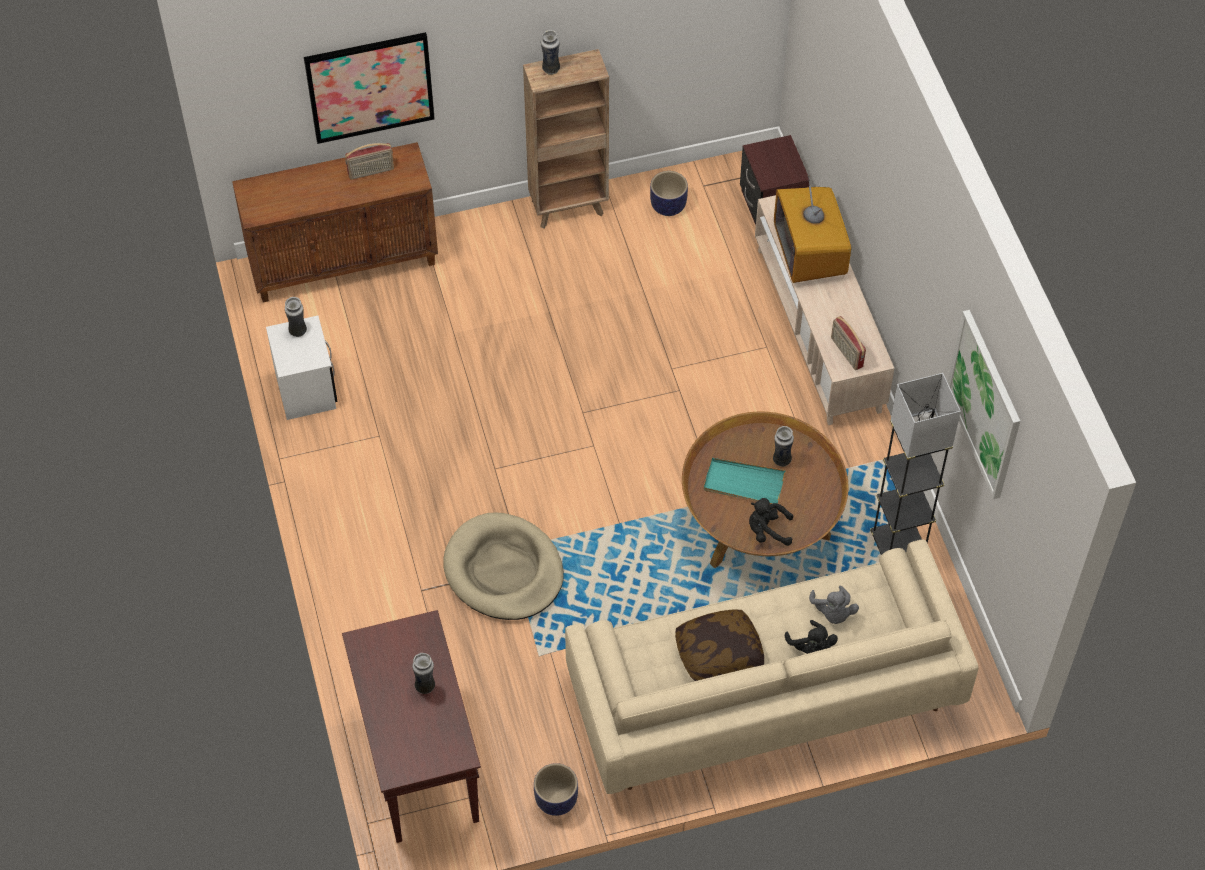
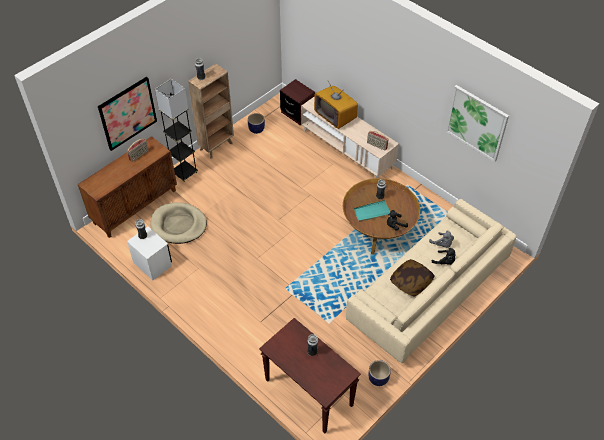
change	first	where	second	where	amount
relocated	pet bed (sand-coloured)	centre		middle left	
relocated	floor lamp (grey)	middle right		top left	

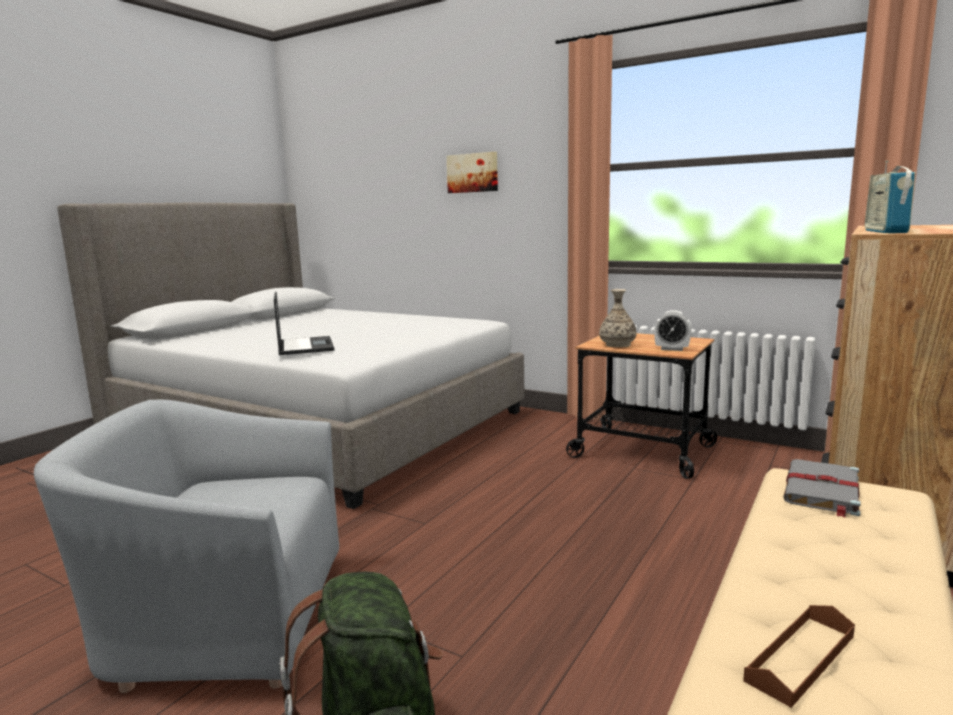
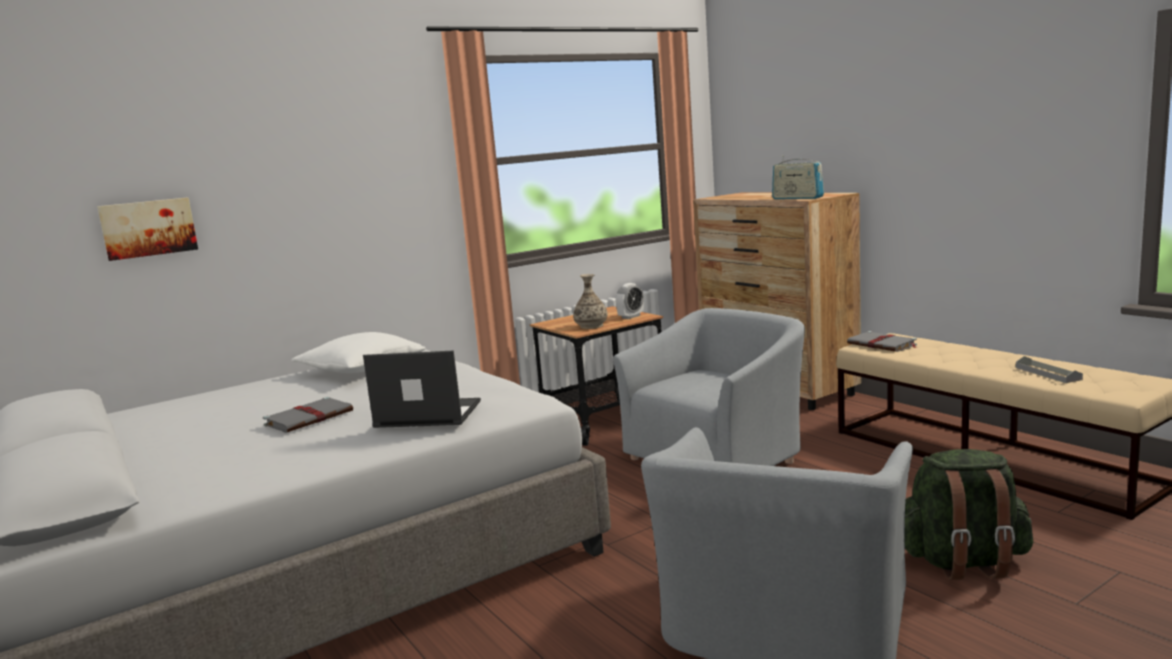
change	first	where	second	where	amount
relocated	picture	top centre		middle left	
colour	serving tray (brown)	bottom right	serving tray (grey)	middle right	
appeared			bound book (grey) (no. 1 from left)	middle left	
appeared			cushion (whitish)	middle left	
appeared			lounge chair (grey) (no. 1 from left)	centre	

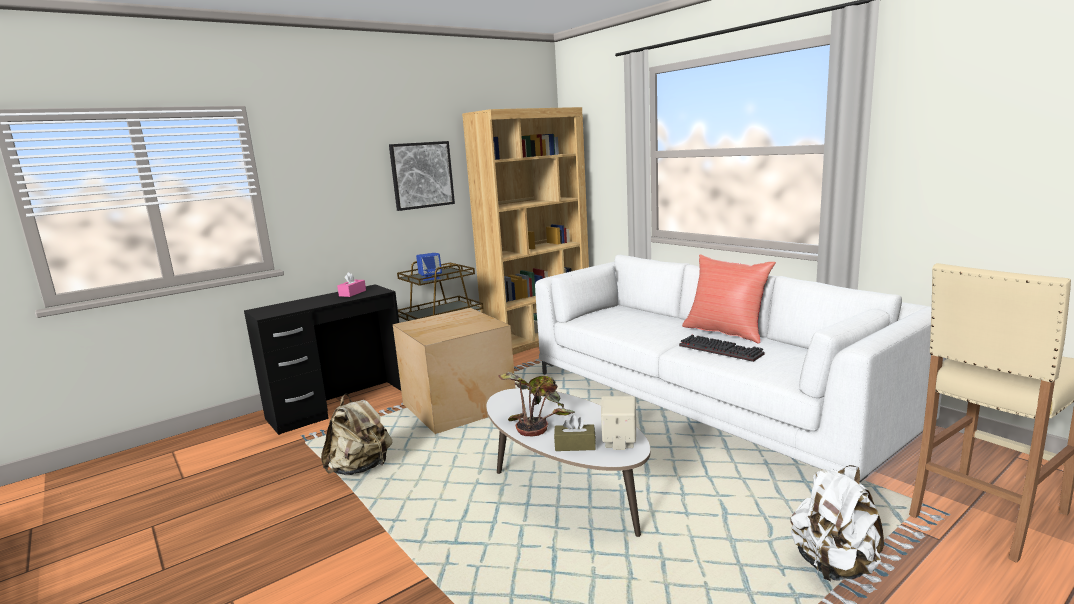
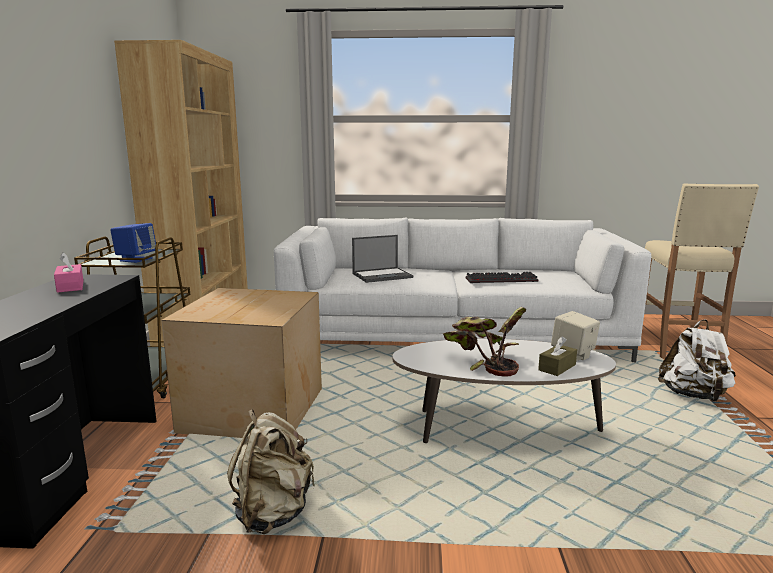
change	first	where	second	where	amount
missing	picture	top centre			
missing	cushion (red)	middle right			
appeared			laptop	centre	

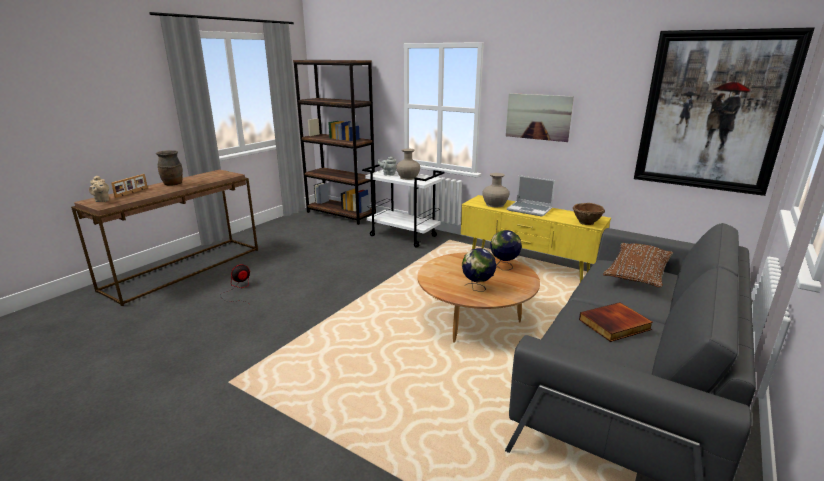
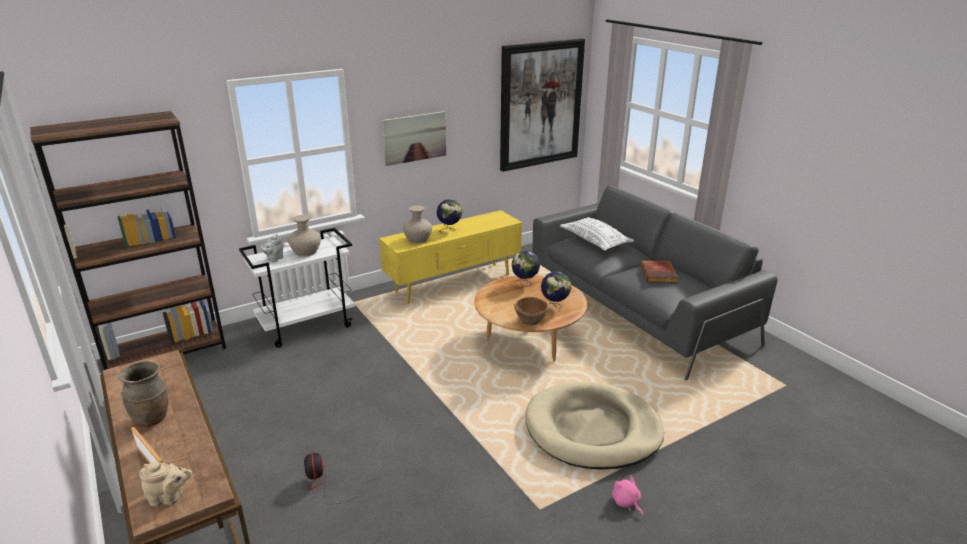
change	first	where	second	where	amount
exchanged	laptop	centre	globe (no. 1 from left)	centre	
relocated	serving bowl (brown)	middle right		centre	
colour	cushion (brown)	middle right	cushion (whitish)	centre	
appeared			pet bed (sand-coloured)	bottom centre	
appeared			plush toy (pinkish)	bottom centre	

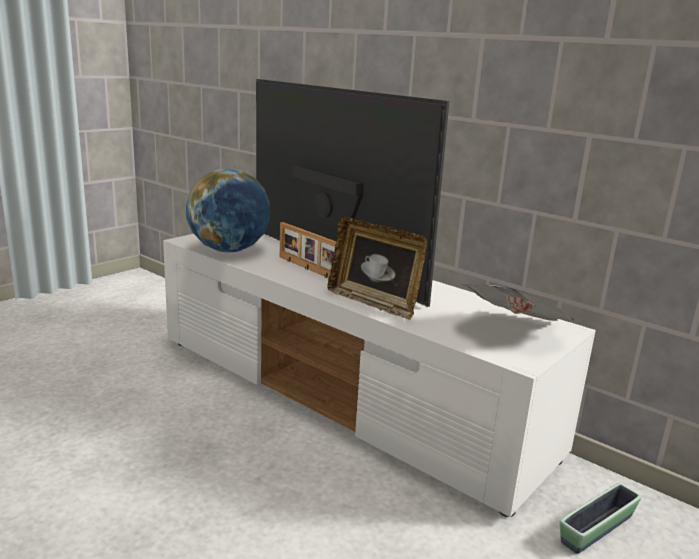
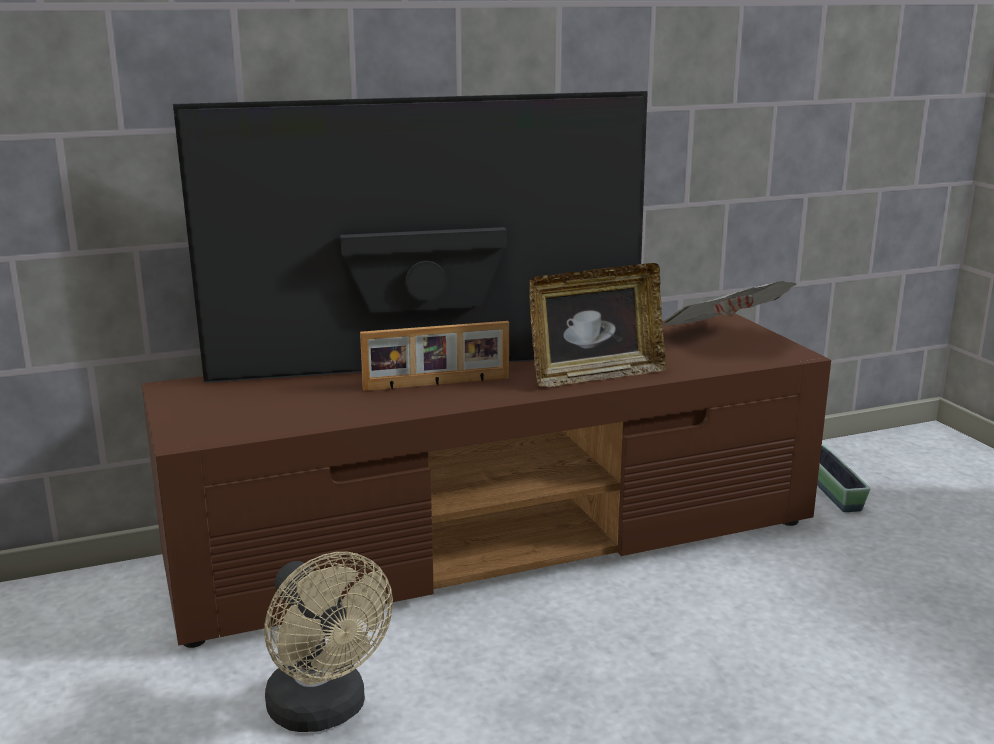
change	first	where	second	where	amount
colour	tv unit (whitish)	bottom centre	tv unit (brown)	centre	
missing	globe	middle left			
appeared			fan (sand-coloured)	bottom left	

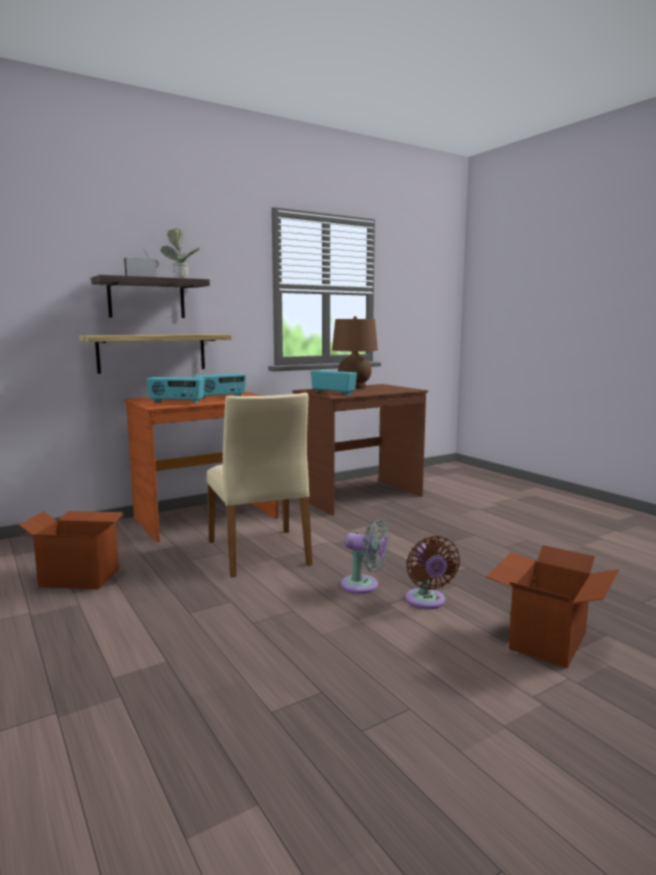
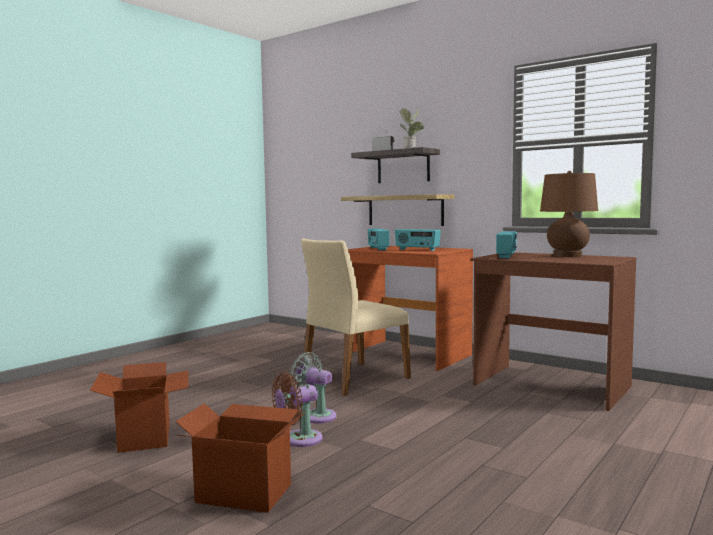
change	first	where	second	where	amount
relocated	carton (no. 1 from left)	middle left		bottom left	
spun	fan (grey)	centre		bottom centre	120 degrees clockwise

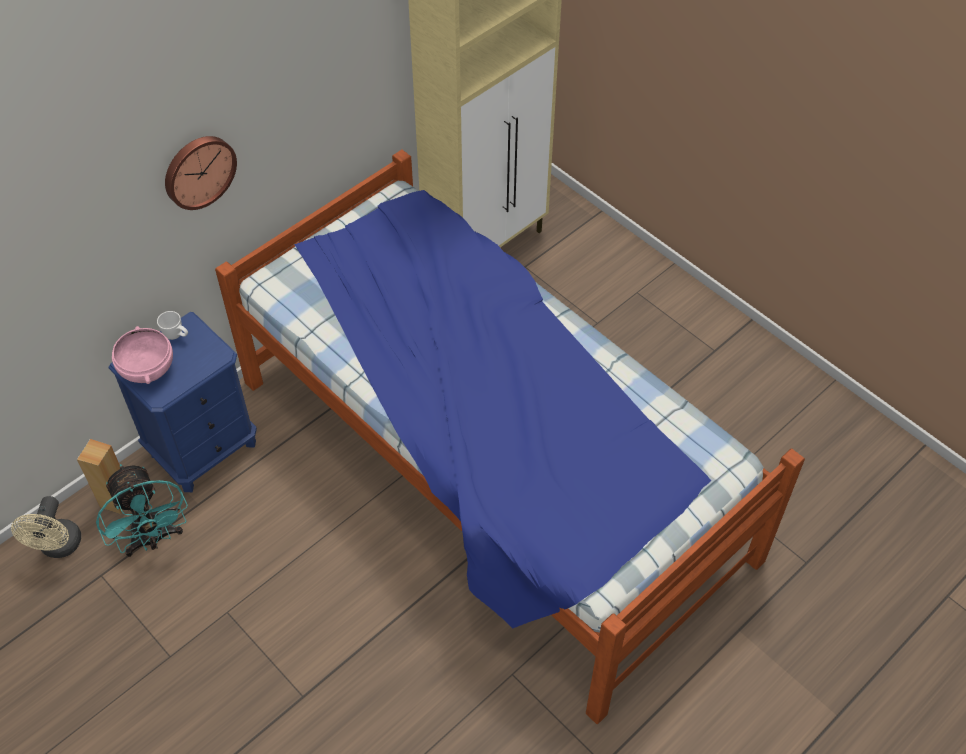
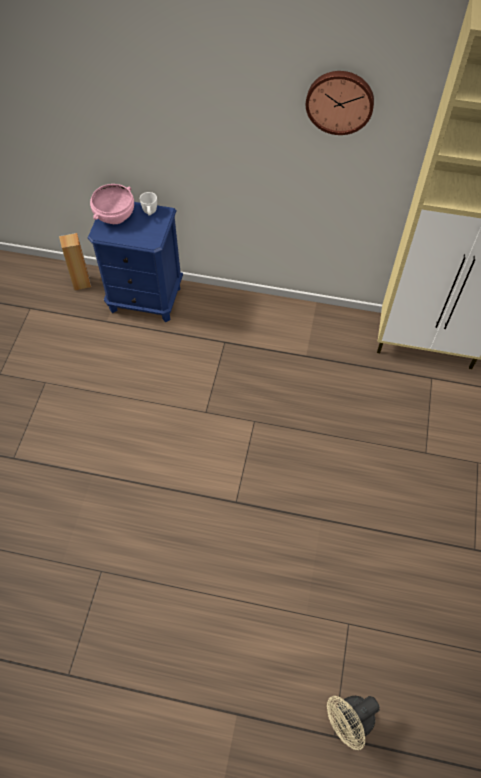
change	first	where	second	where	amount
relocated	fan (sand-coloured)	bottom left		bottom right	
missing	fan (turquoise-coloured)	bottom left			
relocated	clock on the wall	top left		top right	
missing	bedroom bed	centre			

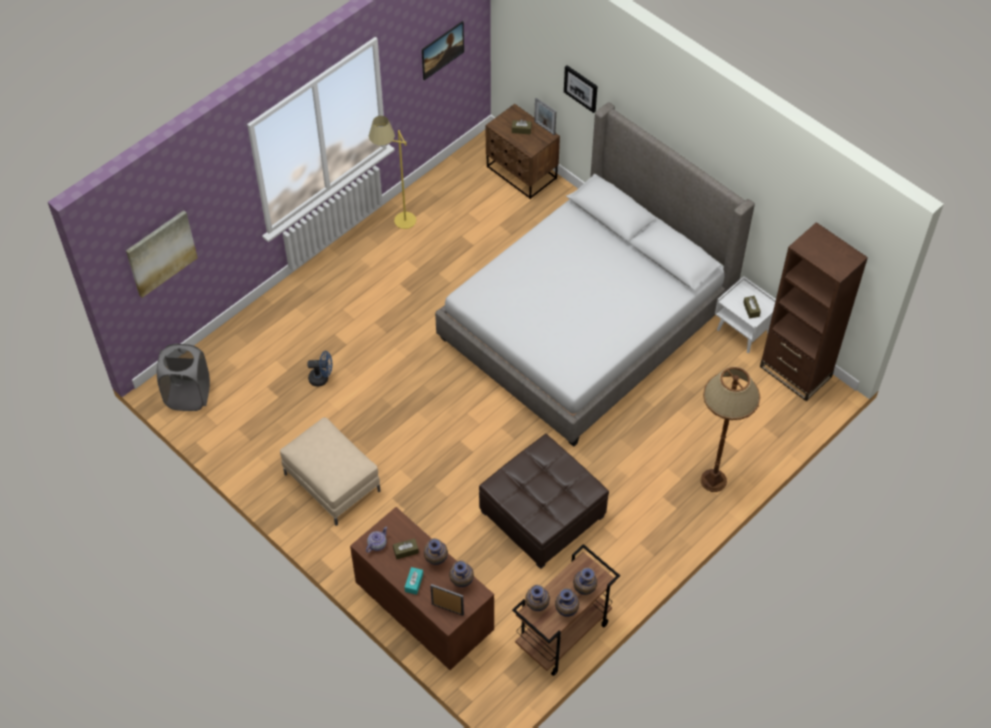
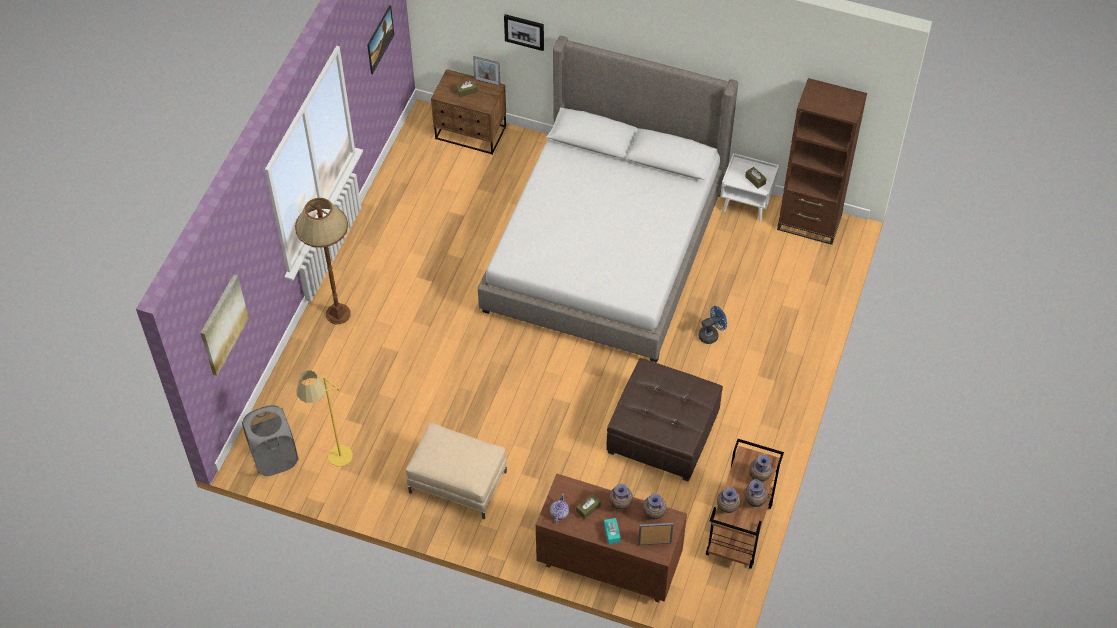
change	first	where	second	where	amount
relocated	fan (blue-coloured)	middle left		centre	
relocated	floor lamp (yellow-coloured)	top centre		bottom left	
relocated	floor lamp (brown)	middle right		middle left	

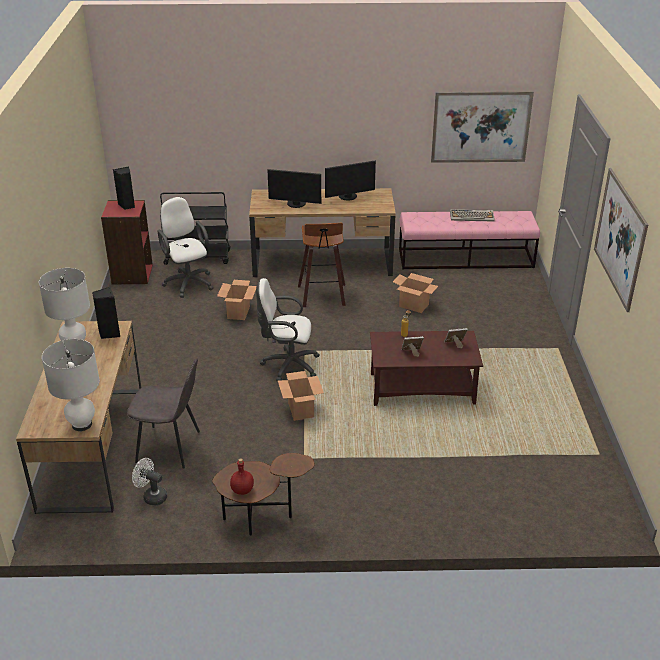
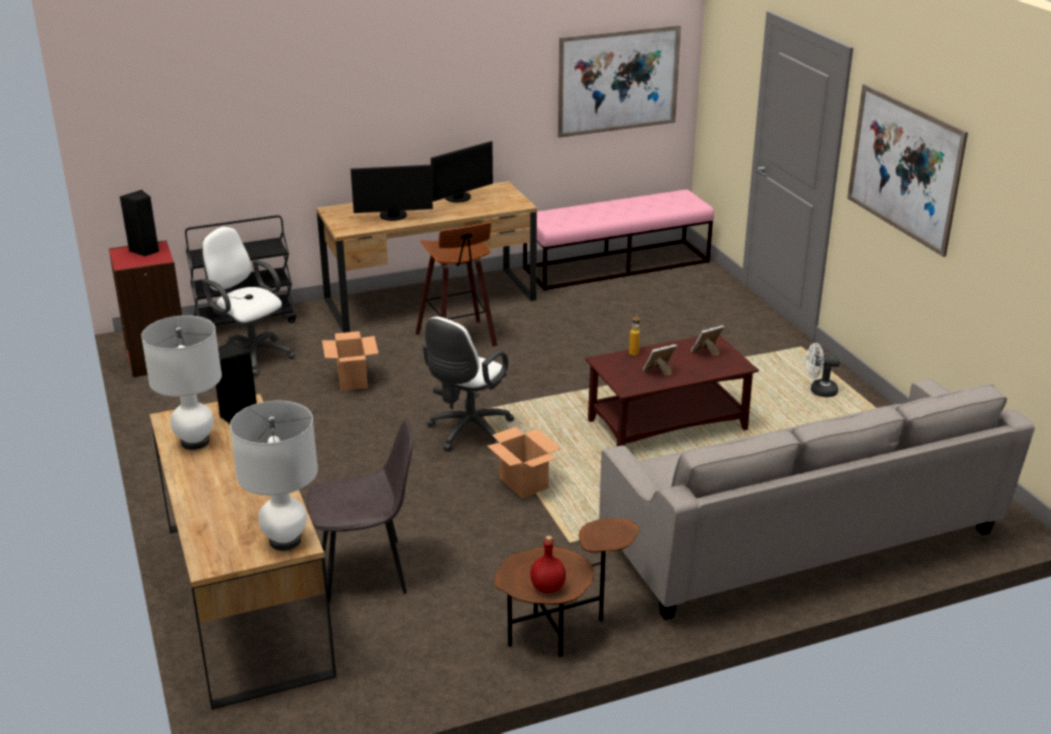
change	first	where	second	where	amount
relocated	fan (whitish)	bottom left		middle right	
spun	computer chair (whitish) (no. 2 from left)	centre		centre	45 degrees counterclockwise
missing	carton (no. 3 from left)	centre			
missing	PC keyboard	top right			
appeared			settee (grey)	bottom right	

